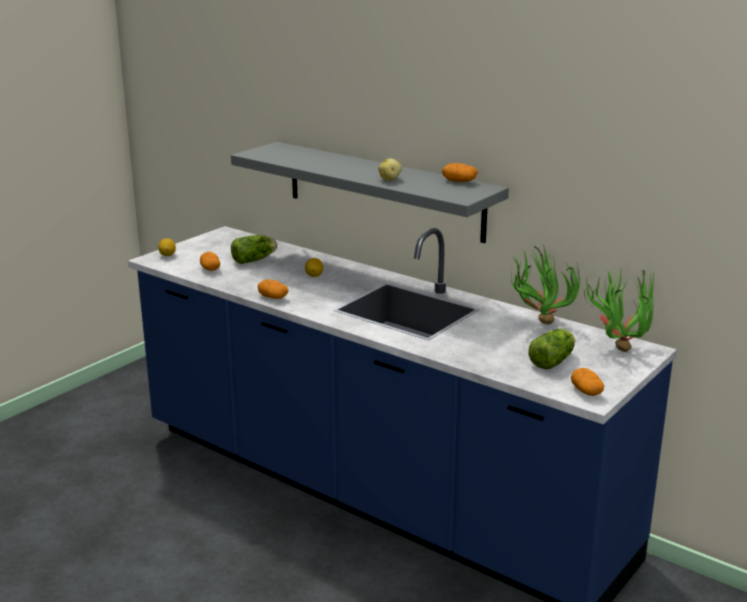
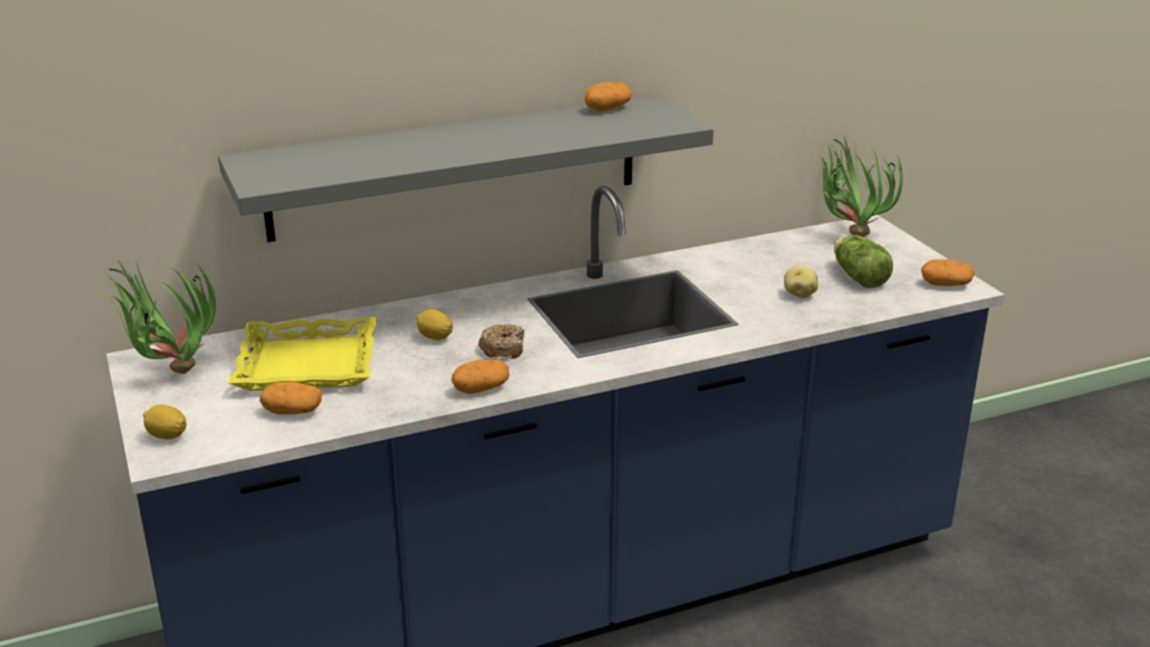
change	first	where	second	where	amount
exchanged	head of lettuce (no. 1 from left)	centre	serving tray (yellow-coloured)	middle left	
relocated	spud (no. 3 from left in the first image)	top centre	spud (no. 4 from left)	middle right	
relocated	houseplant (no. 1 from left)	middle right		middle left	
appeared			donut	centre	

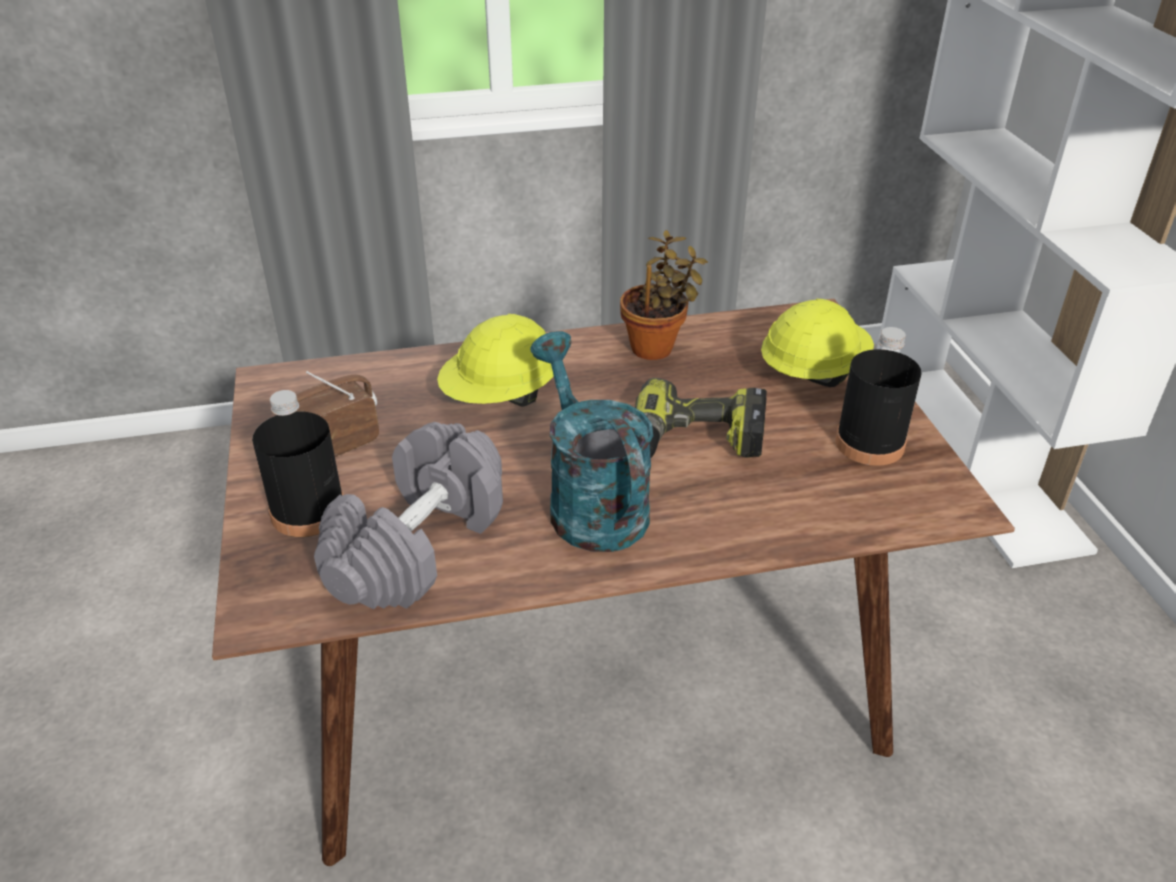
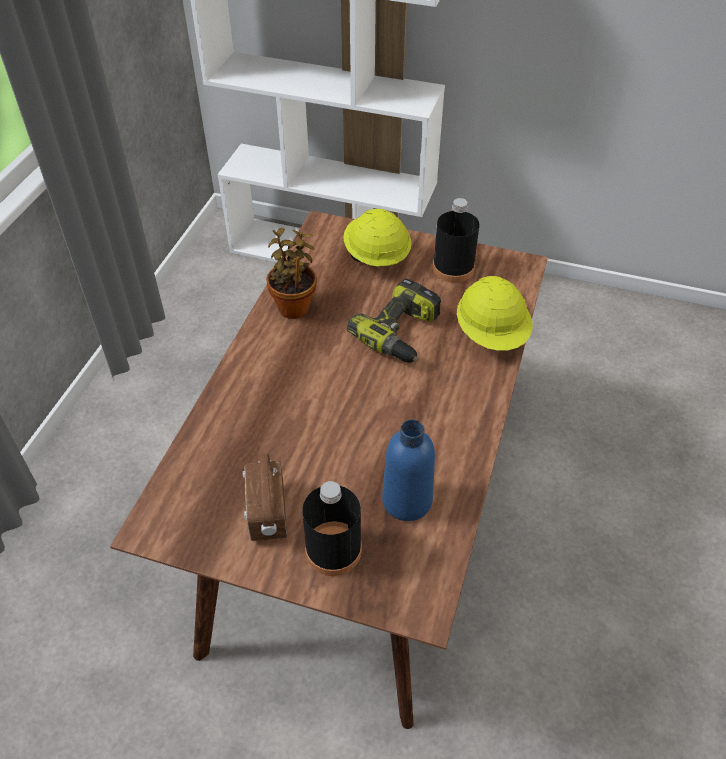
change	first	where	second	where	amount
exchanged	hand weight (grey)	centre	beverage bottle (blue-coloured)	centre	
relocated	hard hat (yellow-coloured) (no. 1 from left in the first image)	centre	hard hat (yellow-coloured) (no. 2 from left)	middle right	
missing	watering can (turquoise-coloured)	centre			

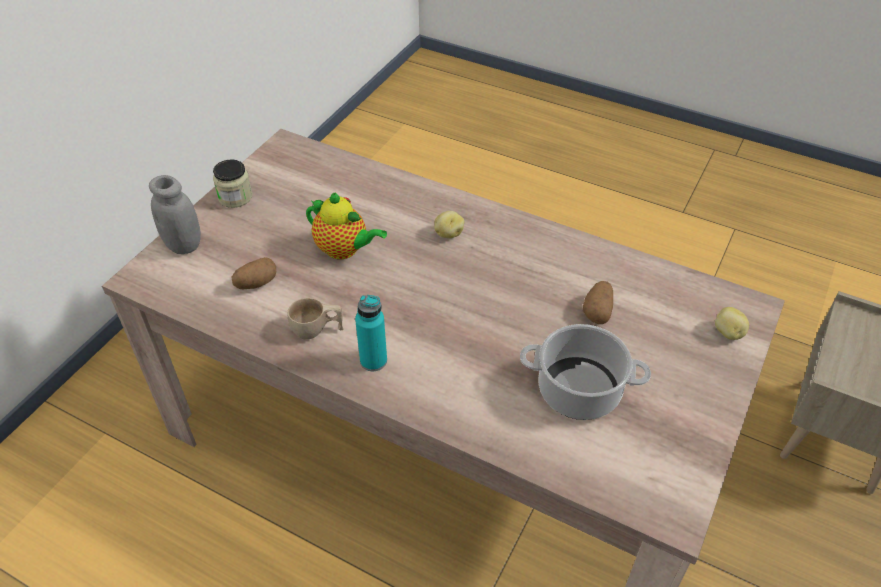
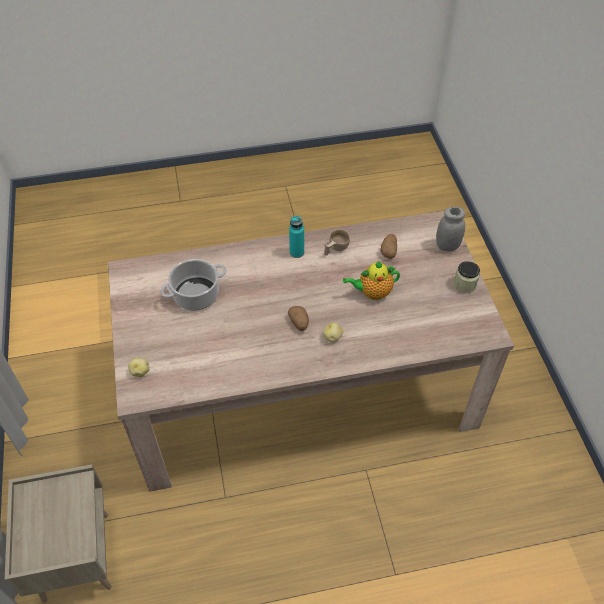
change	first	where	second	where	amount
relocated	spud (no. 3 from left in the first image)	middle right	spud (no. 2 from left)	centre	

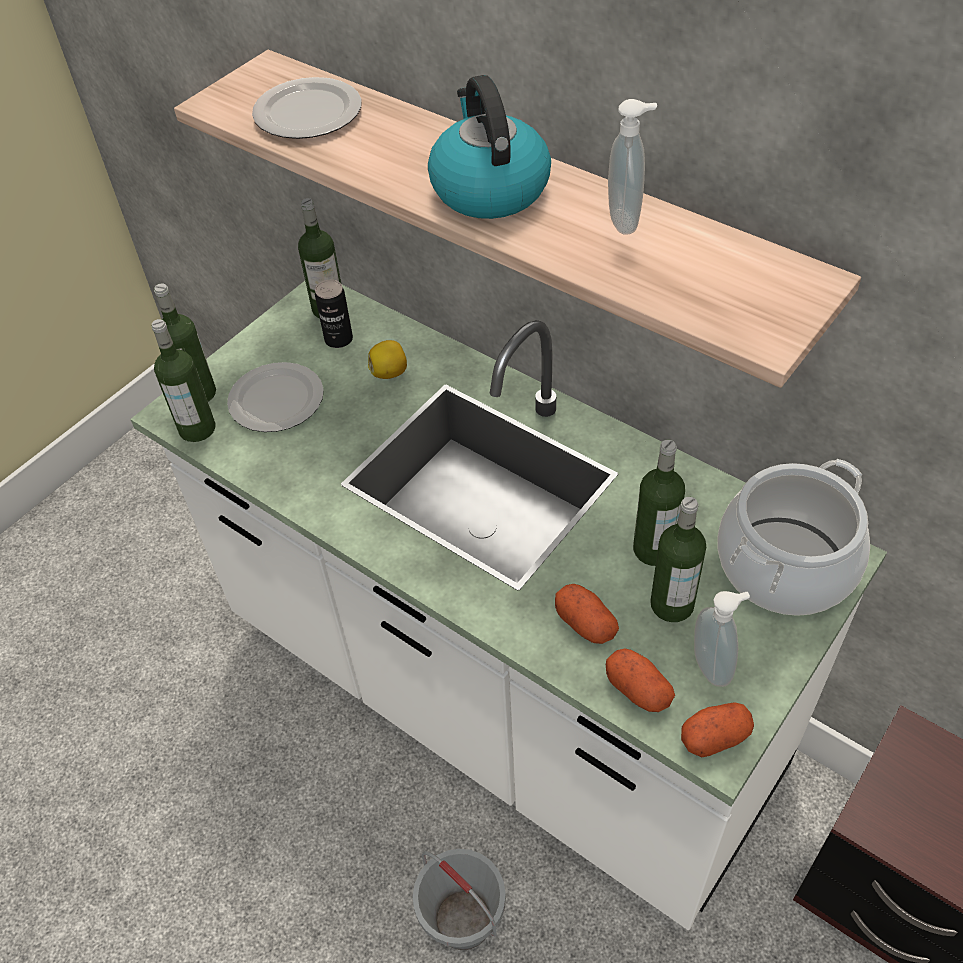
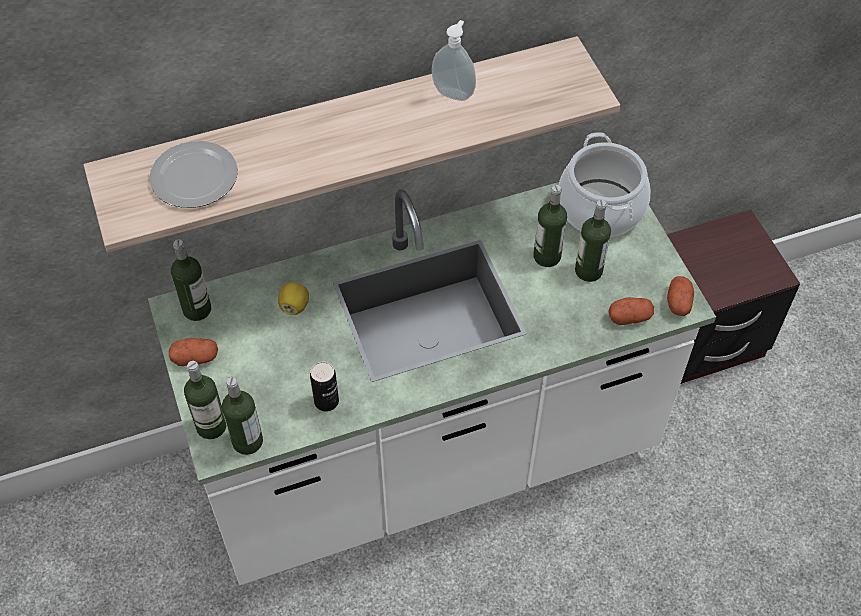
change	first	where	second	where	amount
missing	flat dish (no. 1 from left)	middle left			
relocated	can	top centre		centre	
missing	bucket (grey)	bottom centre			
missing	tea kettle	top centre			
relocated	spud (no. 1 from left)	centre		middle left	
missing	liquid soap bottle (no. 2 from left)	middle right			

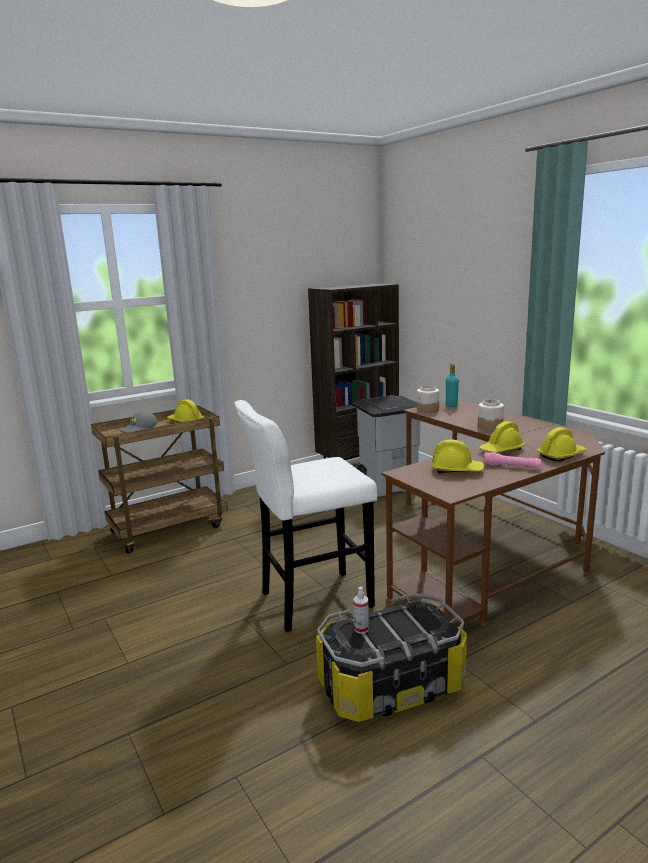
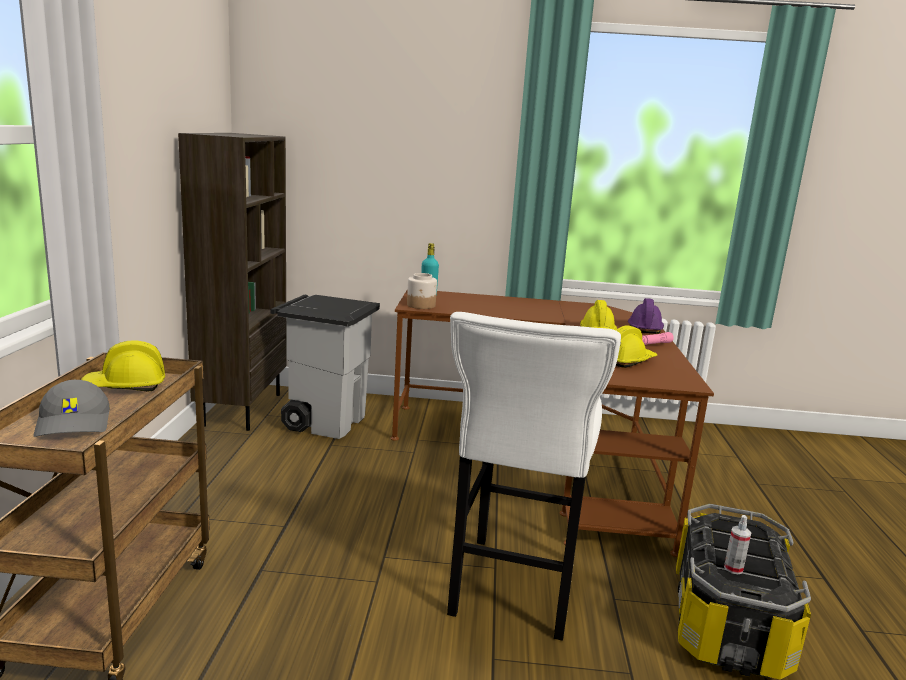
change	first	where	second	where	amount
missing	storage jar (no. 2 from left)	middle right			
colour	hard hat (yellow-coloured) (no. 4 from left)	middle right	hard hat (purple-coloured)	middle right	

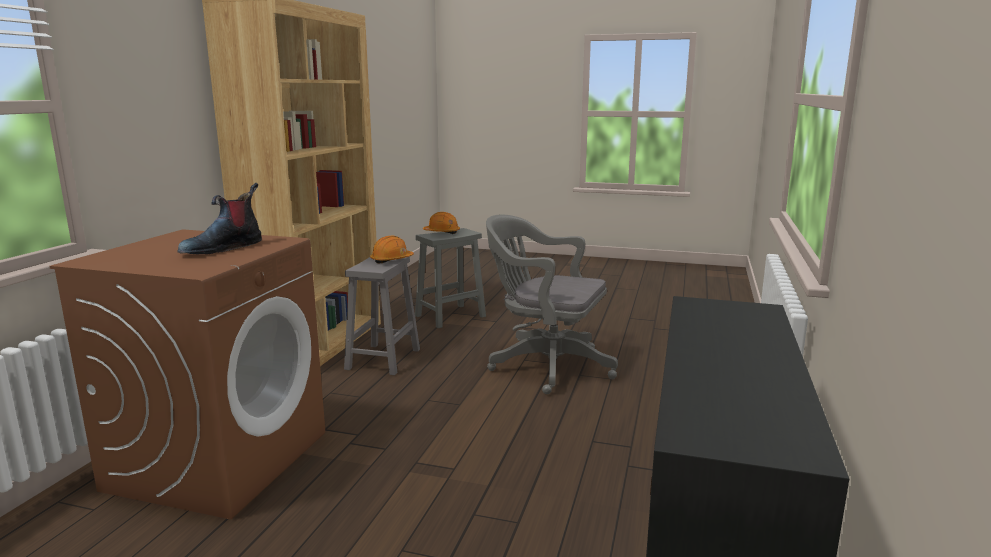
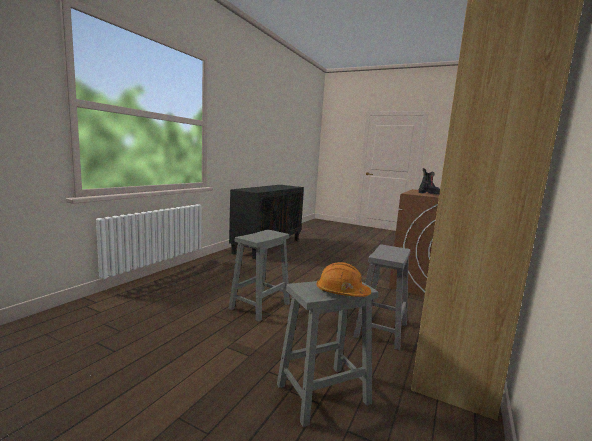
change	first	where	second	where	amount
missing	hard hat (orange) (no. 1 from left)	centre			
exchanged	computer chair (grey)	centre	sitting stool (grey) (no. 1 from left)	centre	

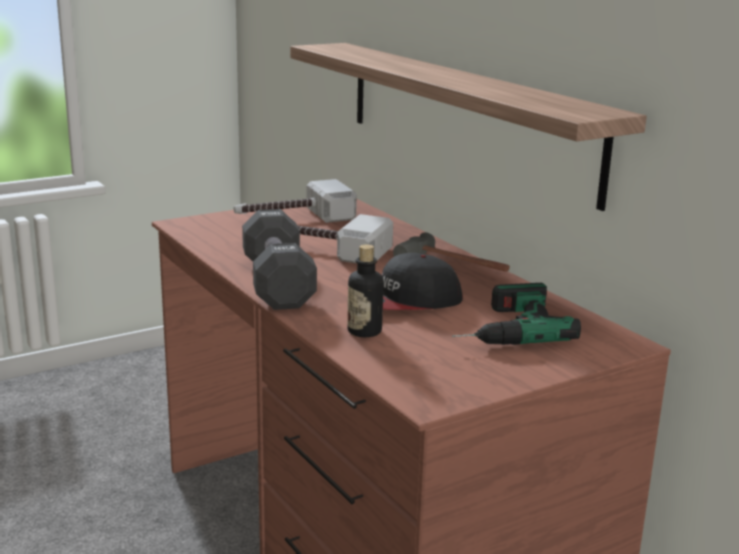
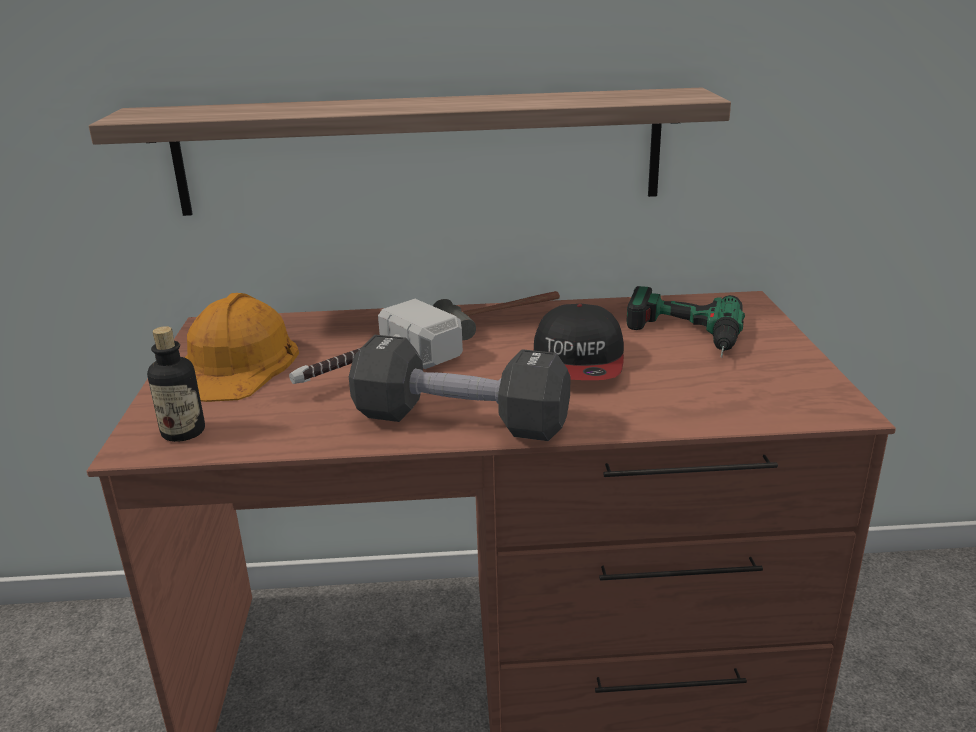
change	first	where	second	where	amount
exchanged	hammer (no. 1 from left)	centre	hard hat (orange)	middle left	
relocated	beverage bottle	centre		middle left	

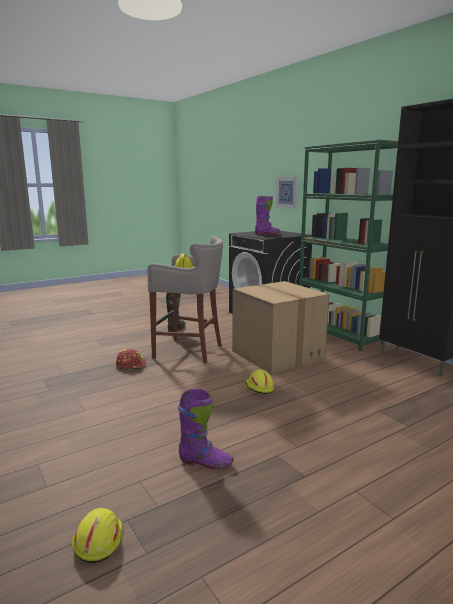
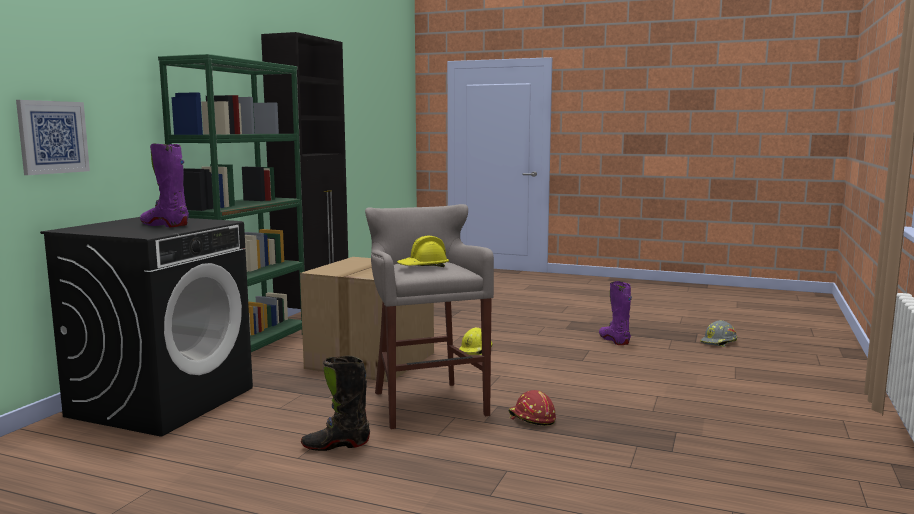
change	first	where	second	where	amount
colour	hard hat (yellow-coloured) (no. 1 from left)	bottom left	hard hat (grey)	middle right	

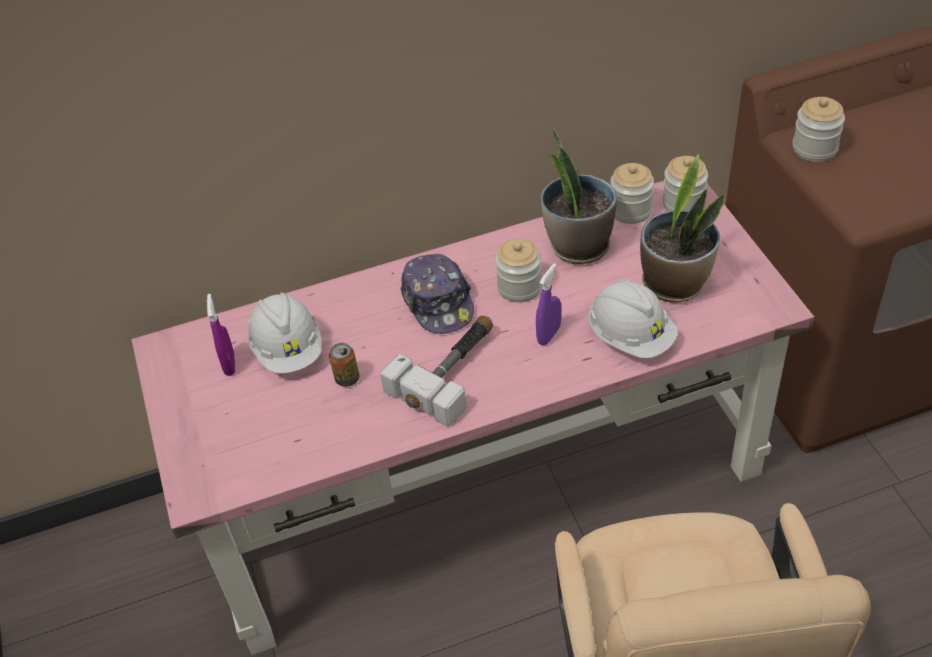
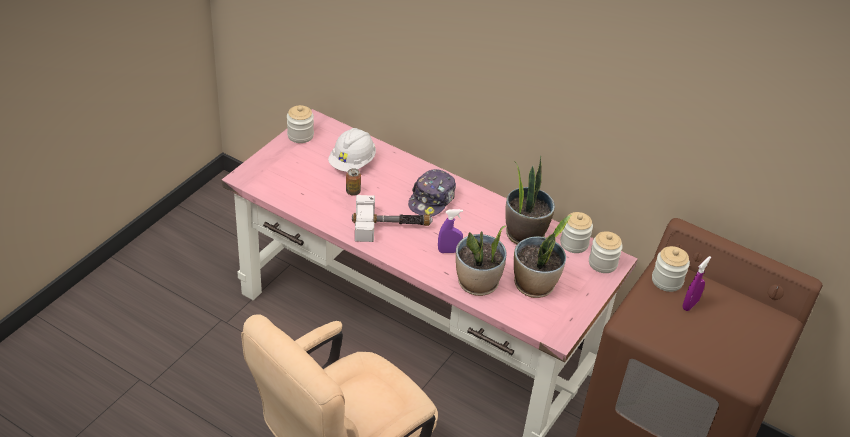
change	first	where	second	where	amount
relocated	hand sprayer (purple-coloured) (no. 1 from left in the first image)	middle left	hand sprayer (purple-coloured) (no. 2 from left)	middle right	
relocated	storage jar (no. 1 from left)	centre		top centre	
exchanged	hard hat (whitish) (no. 2 from left)	middle right	houseplant (no. 1 from left)	centre	

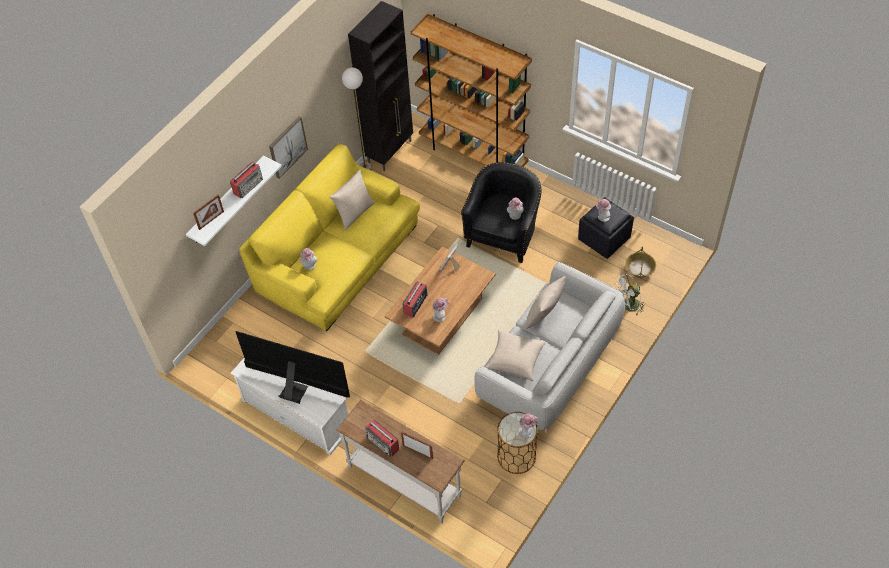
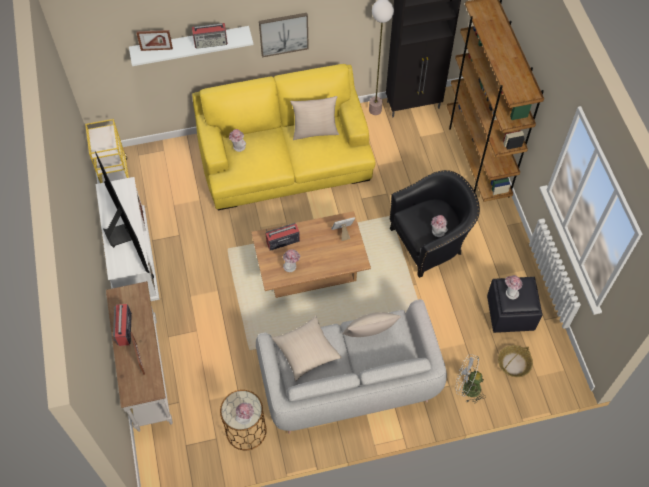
change	first	where	second	where	amount
appeared			trolley (yellow-coloured)	top left	

